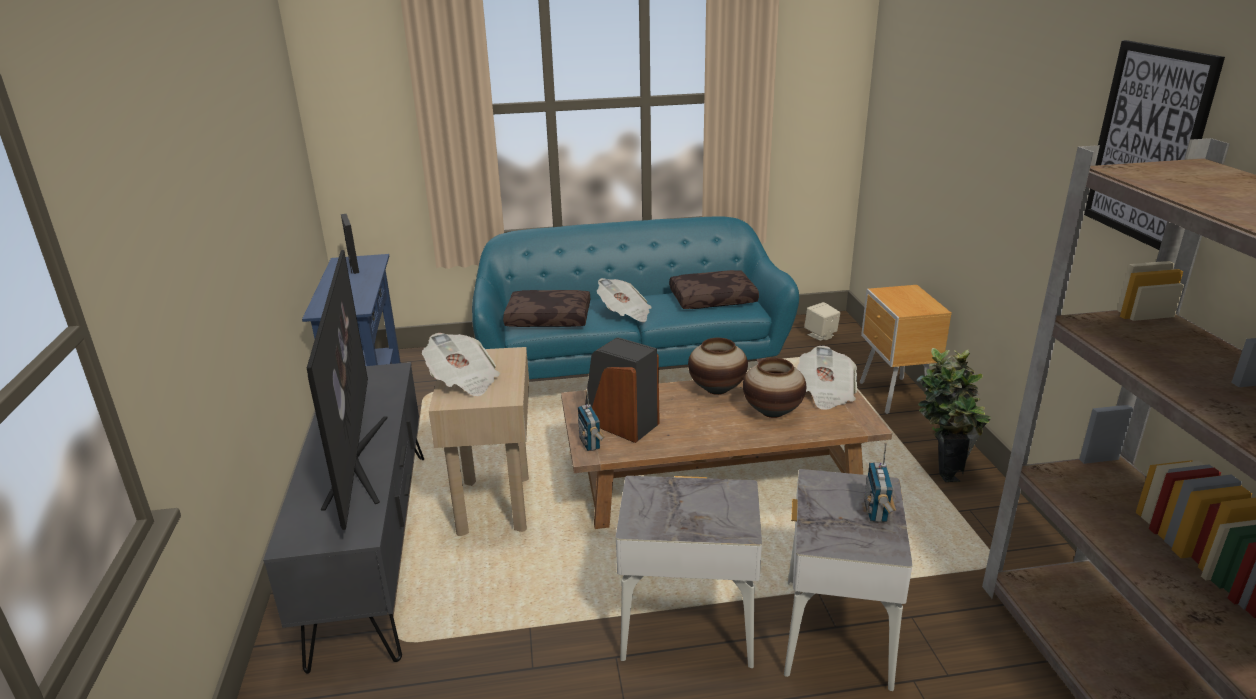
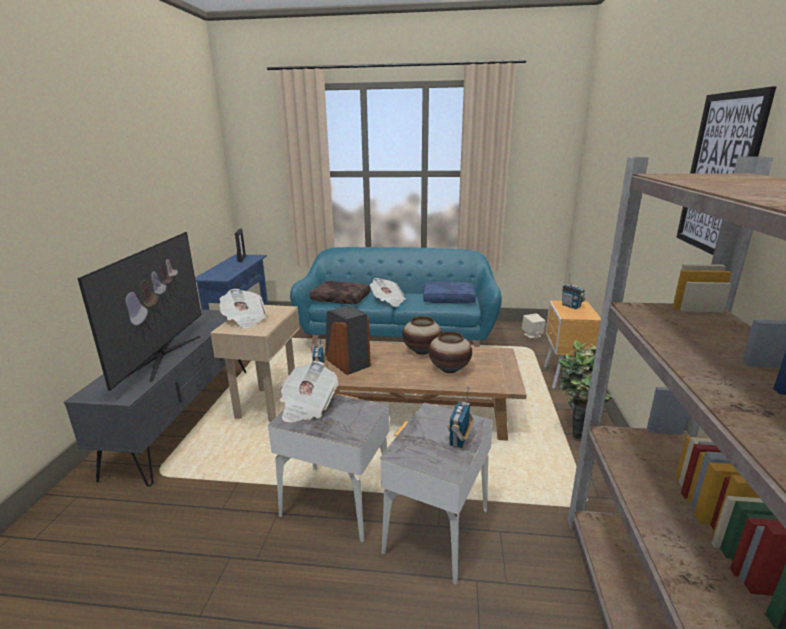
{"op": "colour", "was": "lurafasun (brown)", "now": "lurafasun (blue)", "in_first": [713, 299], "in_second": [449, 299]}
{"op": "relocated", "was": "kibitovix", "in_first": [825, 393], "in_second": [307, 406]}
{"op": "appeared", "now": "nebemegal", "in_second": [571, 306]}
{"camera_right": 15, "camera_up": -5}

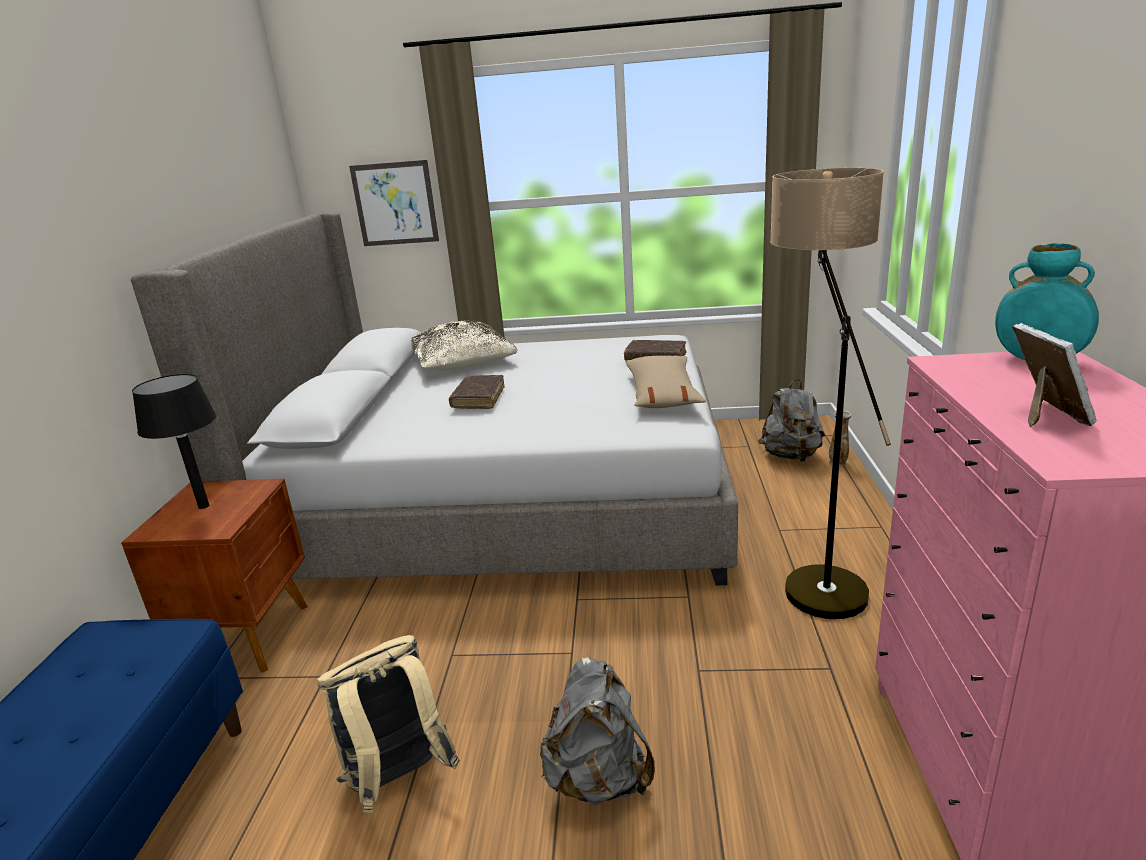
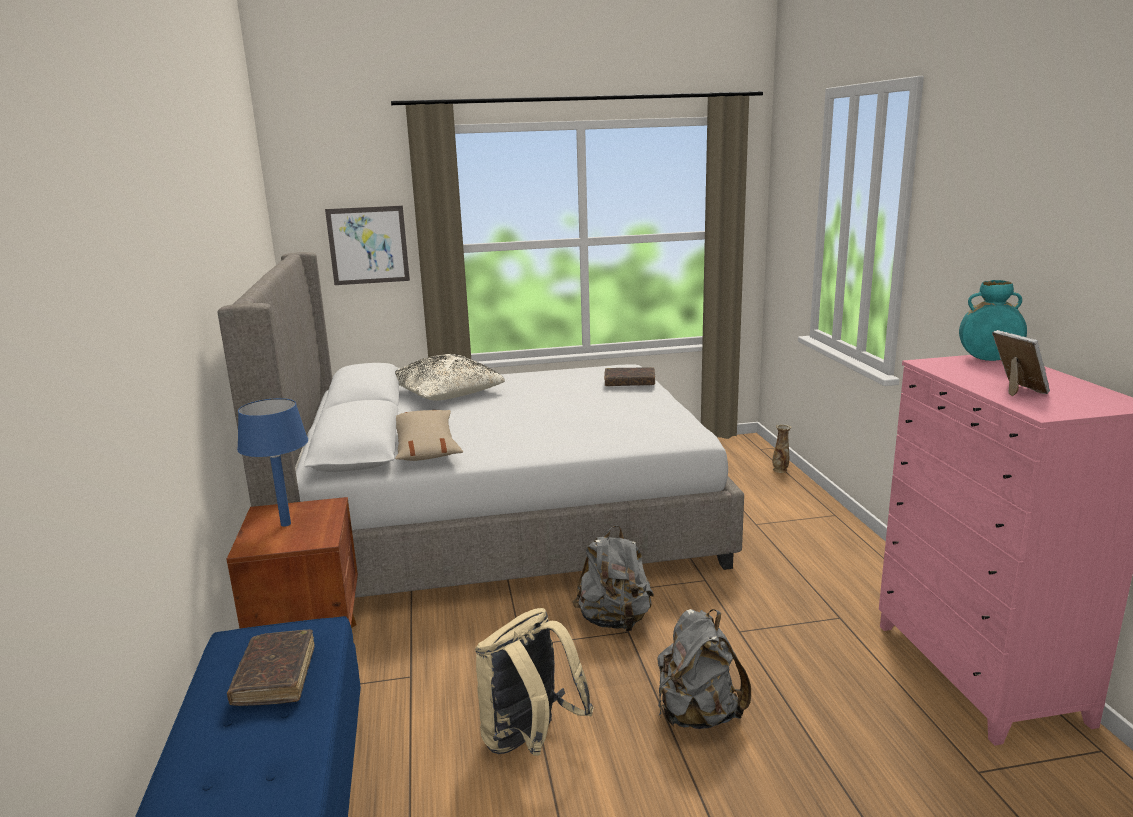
{"op": "colour", "was": "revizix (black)", "now": "revizix (blue)", "in_first": [203, 506], "in_second": [285, 524]}
{"op": "relocated", "was": "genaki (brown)", "in_first": [478, 399], "in_second": [275, 676]}
{"op": "relocated", "was": "lurafasun (beige)", "in_first": [662, 394], "in_second": [425, 447]}
{"op": "relocated", "was": "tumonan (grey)", "in_first": [791, 456], "in_second": [614, 621]}
{"op": "missing", "was": "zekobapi", "in_first": [813, 575]}
{"camera_right": -15, "camera_up": -5}

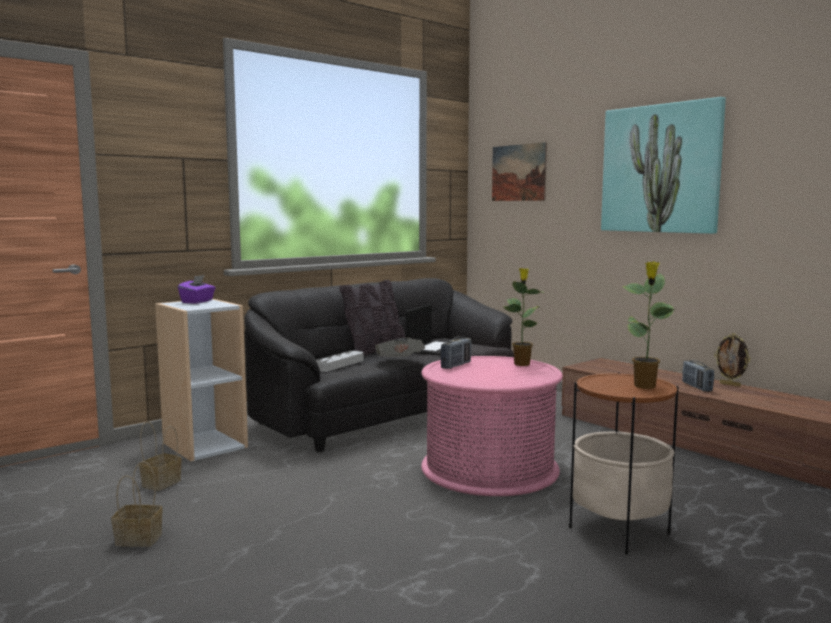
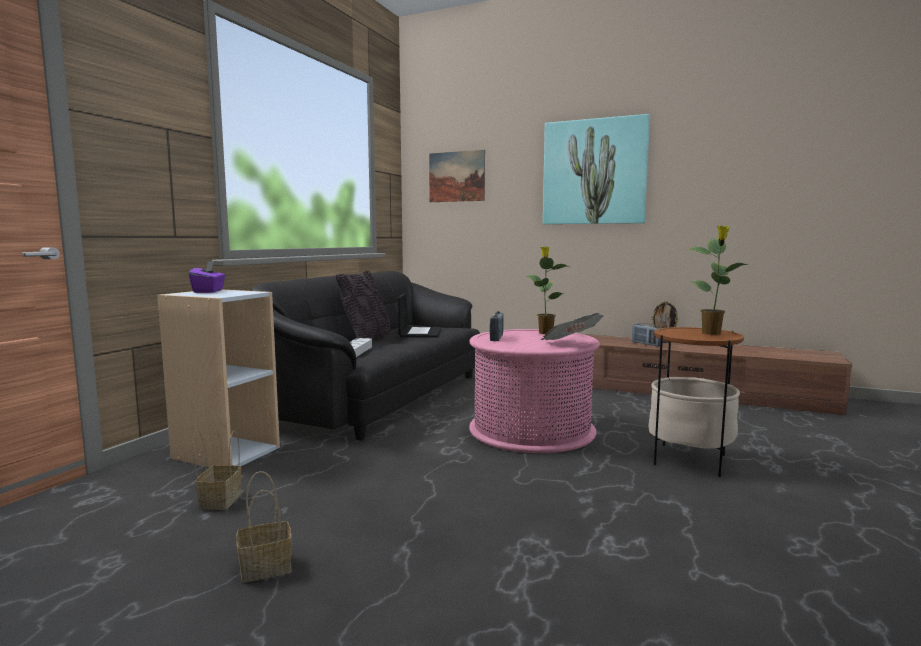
{"op": "relocated", "was": "kibitovix", "in_first": [400, 362], "in_second": [570, 344]}
{"camera_right": -25, "camera_up": 0}

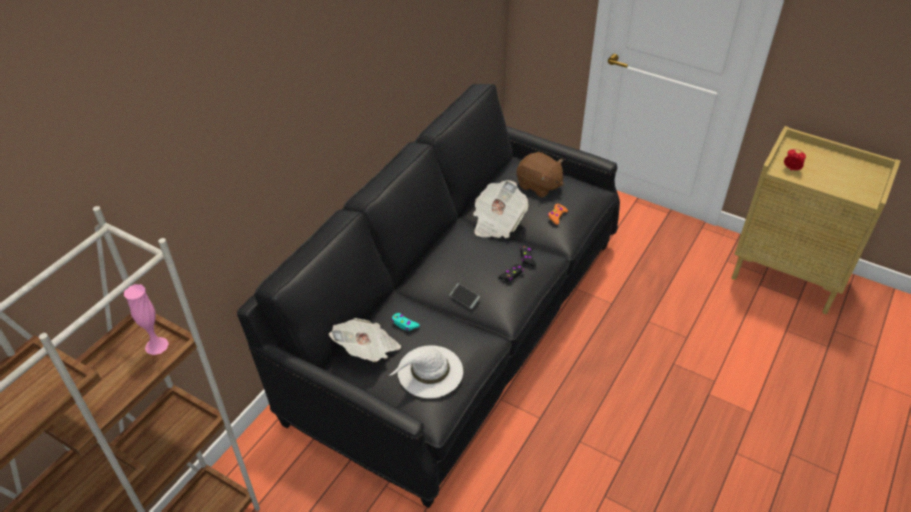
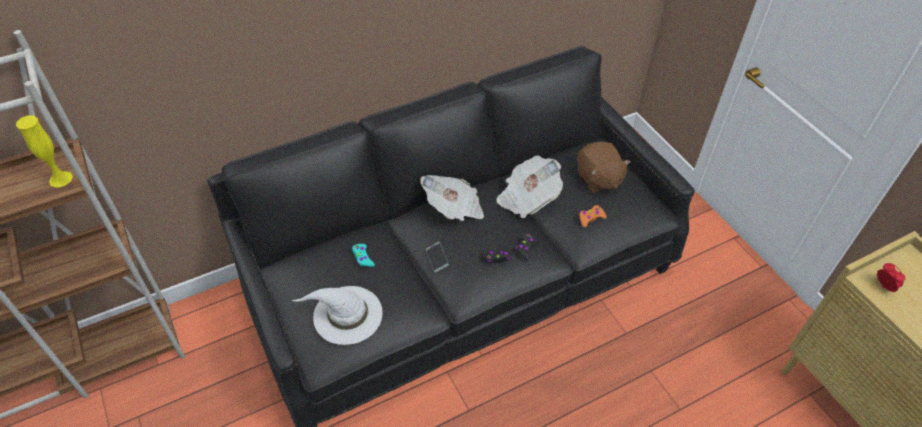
{"op": "colour", "was": "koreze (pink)", "now": "koreze (yellow)", "in_first": [156, 345], "in_second": [61, 179]}
{"op": "relocated", "was": "kibitovix", "in_first": [367, 350], "in_second": [453, 207]}
{"camera_right": 30, "camera_up": 5}

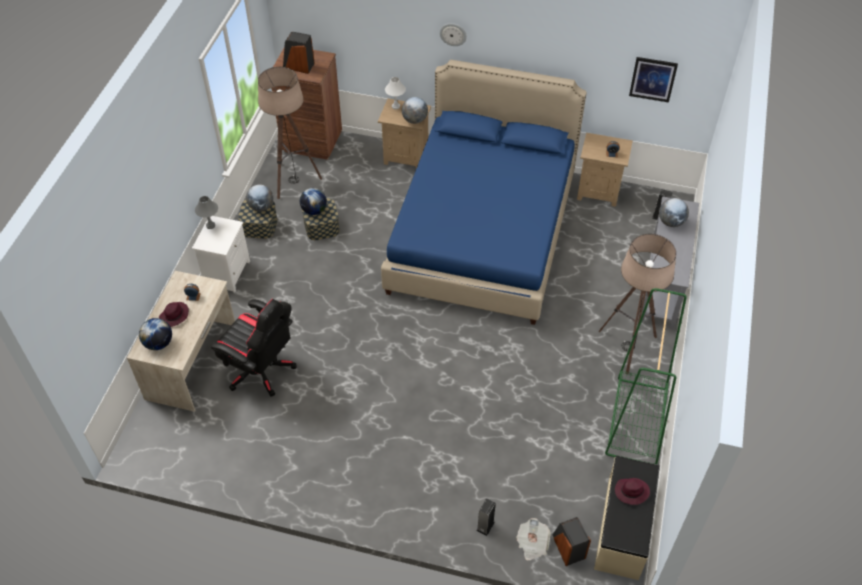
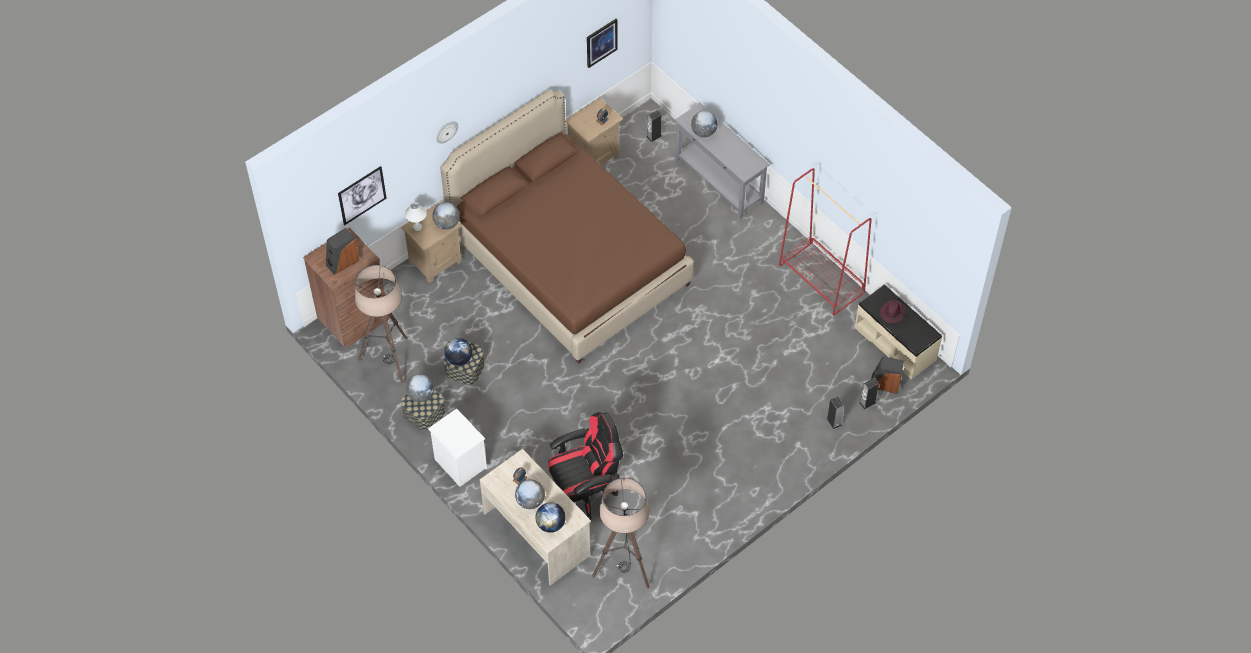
{"op": "exchanged", "was": "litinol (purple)", "now": "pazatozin", "in_first": [174, 316], "in_second": [530, 501]}
{"op": "missing", "was": "revizix (grey)", "in_first": [210, 225]}
{"op": "colour", "was": "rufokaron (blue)", "now": "rufokaron (brown)", "in_first": [482, 232], "in_second": [569, 260]}
{"op": "exchanged", "was": "kibitovix", "now": "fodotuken", "in_first": [532, 544], "in_second": [867, 402]}
{"op": "relocated", "was": "zekobapi", "in_first": [627, 347], "in_second": [624, 567]}
{"op": "colour", "was": "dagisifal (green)", "now": "dagisifal (red)", "in_first": [636, 421], "in_second": [821, 279]}
{"op": "appeared", "now": "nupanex", "in_second": [362, 195]}
{"camera_right": -55, "camera_up": 5}

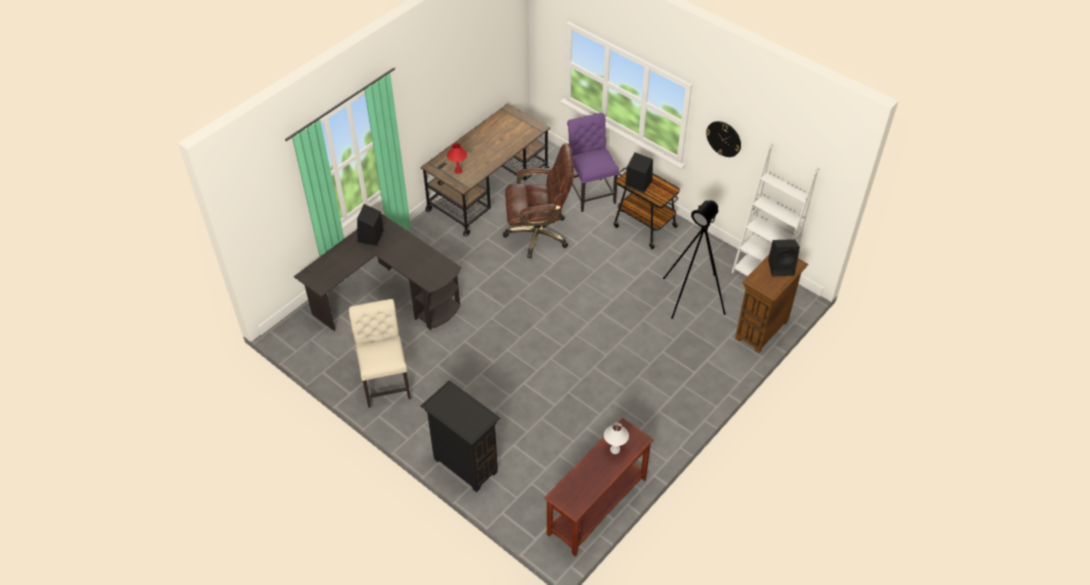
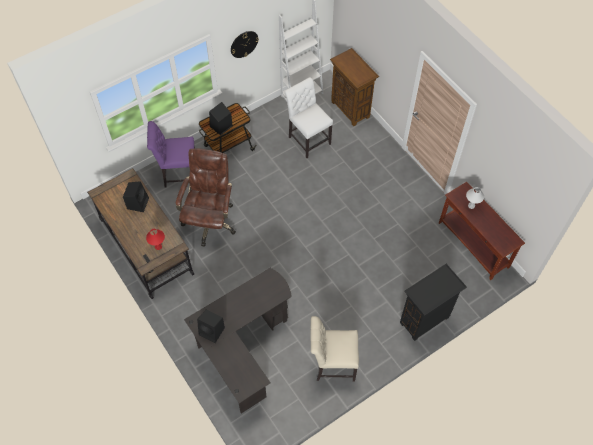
{"op": "exchanged", "was": "zekobapi (black)", "now": "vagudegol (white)", "in_first": [693, 296], "in_second": [308, 138]}
{"op": "relocated", "was": "fodotuken (black)", "in_first": [781, 267], "in_second": [138, 203]}
{"camera_right": -75, "camera_up": 10}

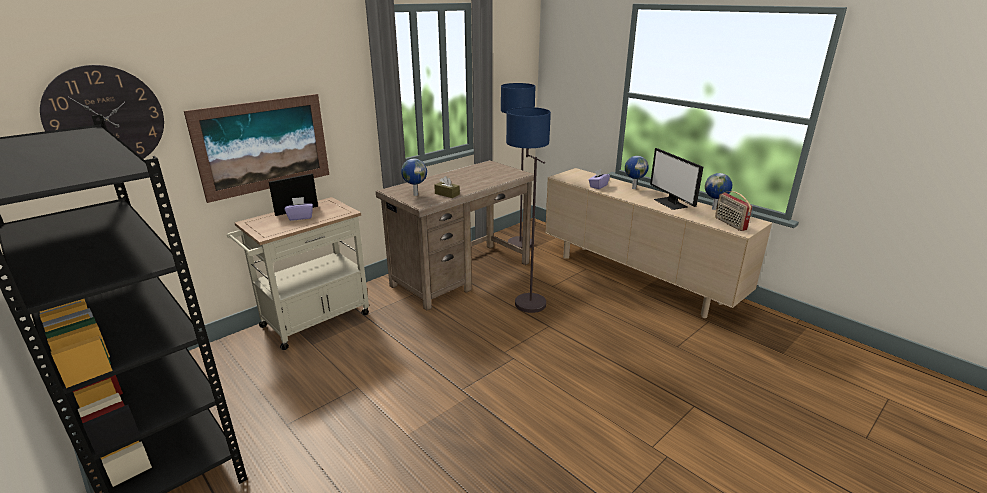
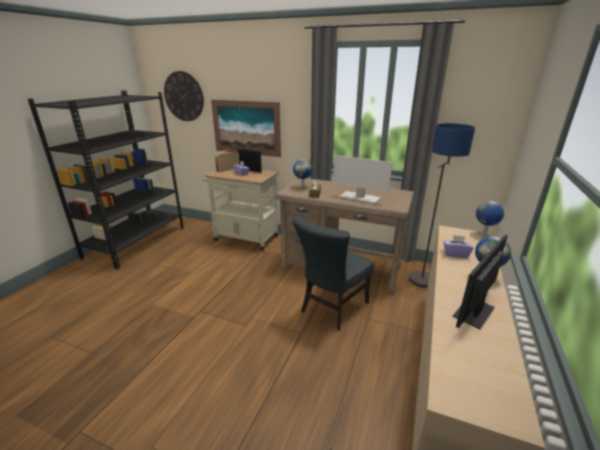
{"op": "exchanged", "was": "zekobapi (blue)", "now": "vagudegol (grey)", "in_first": [525, 300], "in_second": [331, 308]}
{"op": "relocated", "was": "pazatozin", "in_first": [714, 209], "in_second": [484, 234]}
{"op": "relocated", "was": "nebemegal", "in_first": [729, 224], "in_second": [227, 169]}
{"op": "appeared", "now": "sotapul", "in_second": [359, 198]}
{"camera_right": 65, "camera_up": 0}

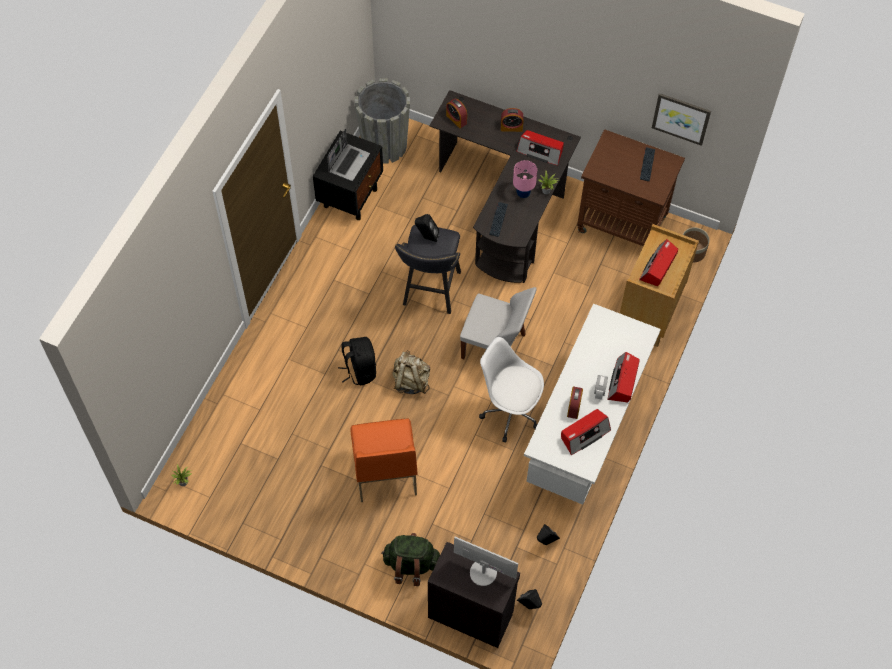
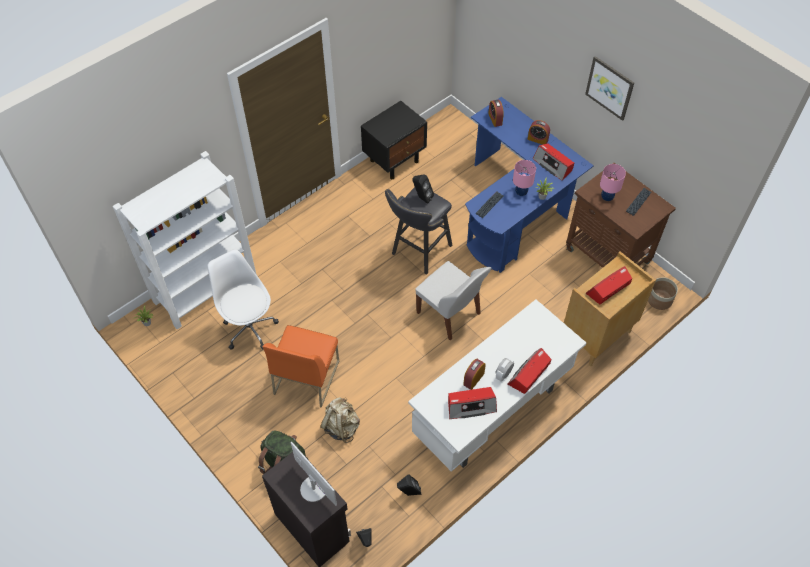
{"op": "missing", "was": "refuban", "in_first": [349, 162]}
{"op": "missing", "was": "tumonan (black)", "in_first": [359, 370]}
{"op": "missing", "was": "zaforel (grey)", "in_first": [384, 145]}
{"op": "relocated", "was": "tumonan (beige)", "in_first": [411, 381], "in_second": [341, 427]}
{"op": "colour", "was": "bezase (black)", "now": "bezase (blue)", "in_first": [507, 206], "in_second": [516, 209]}
{"op": "relocated", "was": "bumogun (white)", "in_first": [509, 413], "in_second": [249, 328]}
{"op": "relocated", "was": "nupanex", "in_first": [681, 118], "in_second": [610, 87]}
{"op": "appeared", "now": "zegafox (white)", "in_second": [205, 288]}
{"op": "appeared", "now": "revizix (pink)", "in_second": [607, 197]}
{"camera_right": 25, "camera_up": -5}

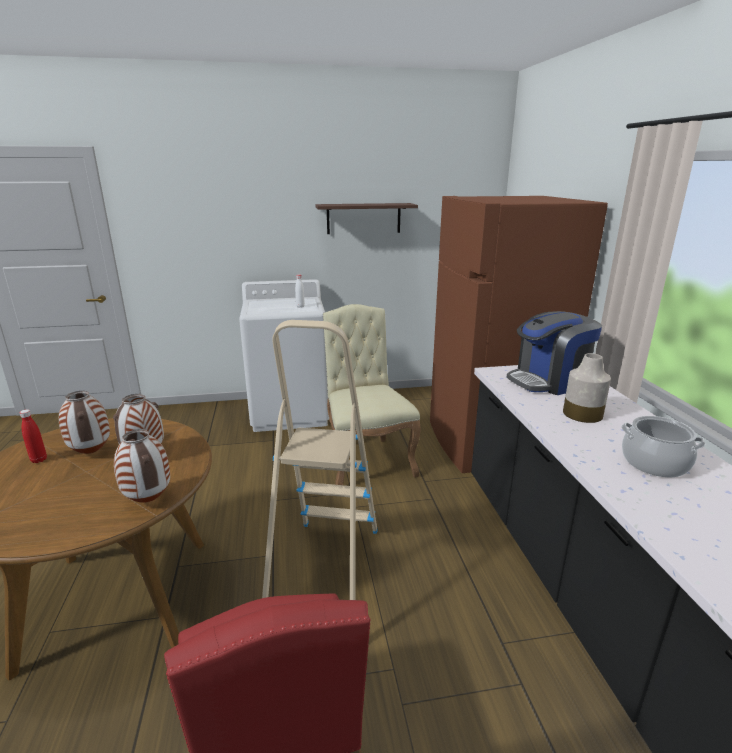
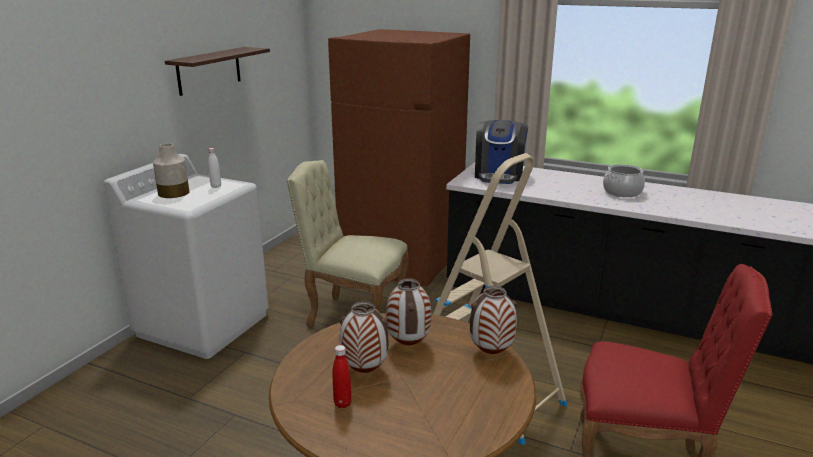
{"op": "relocated", "was": "koreze (beige)", "in_first": [582, 414], "in_second": [173, 193]}
{"camera_right": -55, "camera_up": 0}

